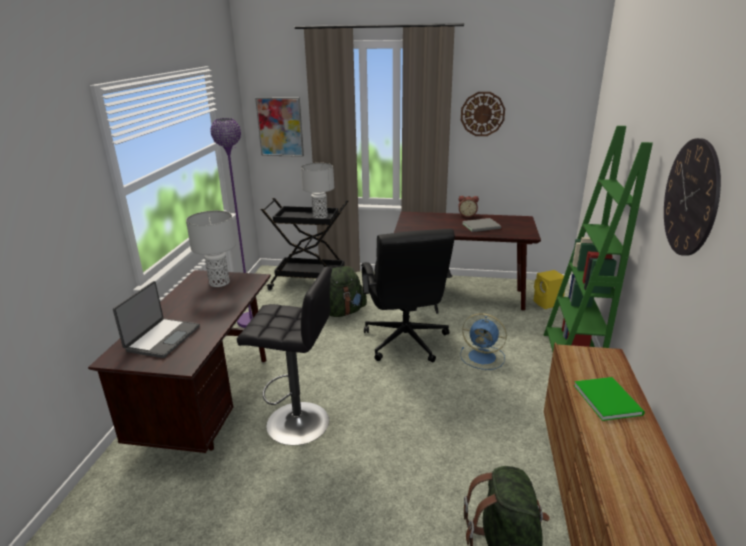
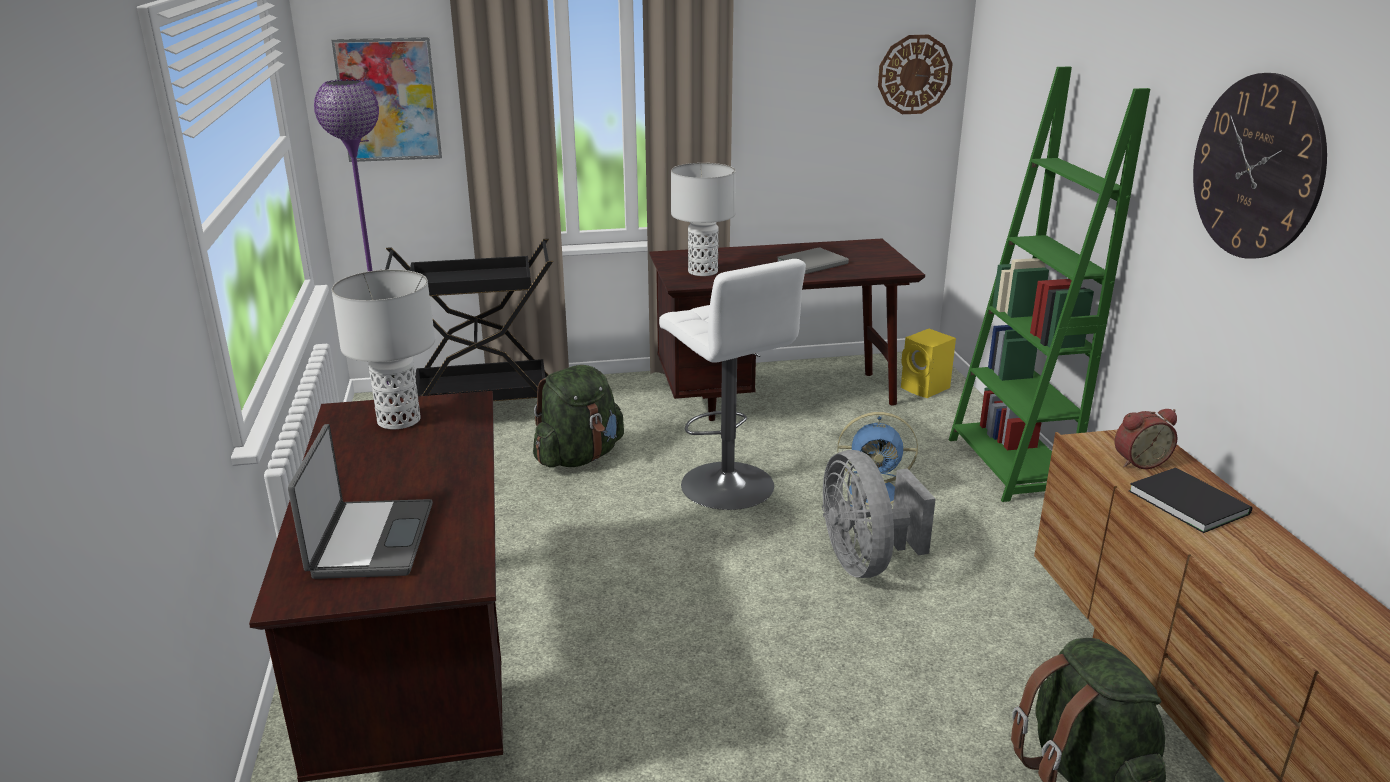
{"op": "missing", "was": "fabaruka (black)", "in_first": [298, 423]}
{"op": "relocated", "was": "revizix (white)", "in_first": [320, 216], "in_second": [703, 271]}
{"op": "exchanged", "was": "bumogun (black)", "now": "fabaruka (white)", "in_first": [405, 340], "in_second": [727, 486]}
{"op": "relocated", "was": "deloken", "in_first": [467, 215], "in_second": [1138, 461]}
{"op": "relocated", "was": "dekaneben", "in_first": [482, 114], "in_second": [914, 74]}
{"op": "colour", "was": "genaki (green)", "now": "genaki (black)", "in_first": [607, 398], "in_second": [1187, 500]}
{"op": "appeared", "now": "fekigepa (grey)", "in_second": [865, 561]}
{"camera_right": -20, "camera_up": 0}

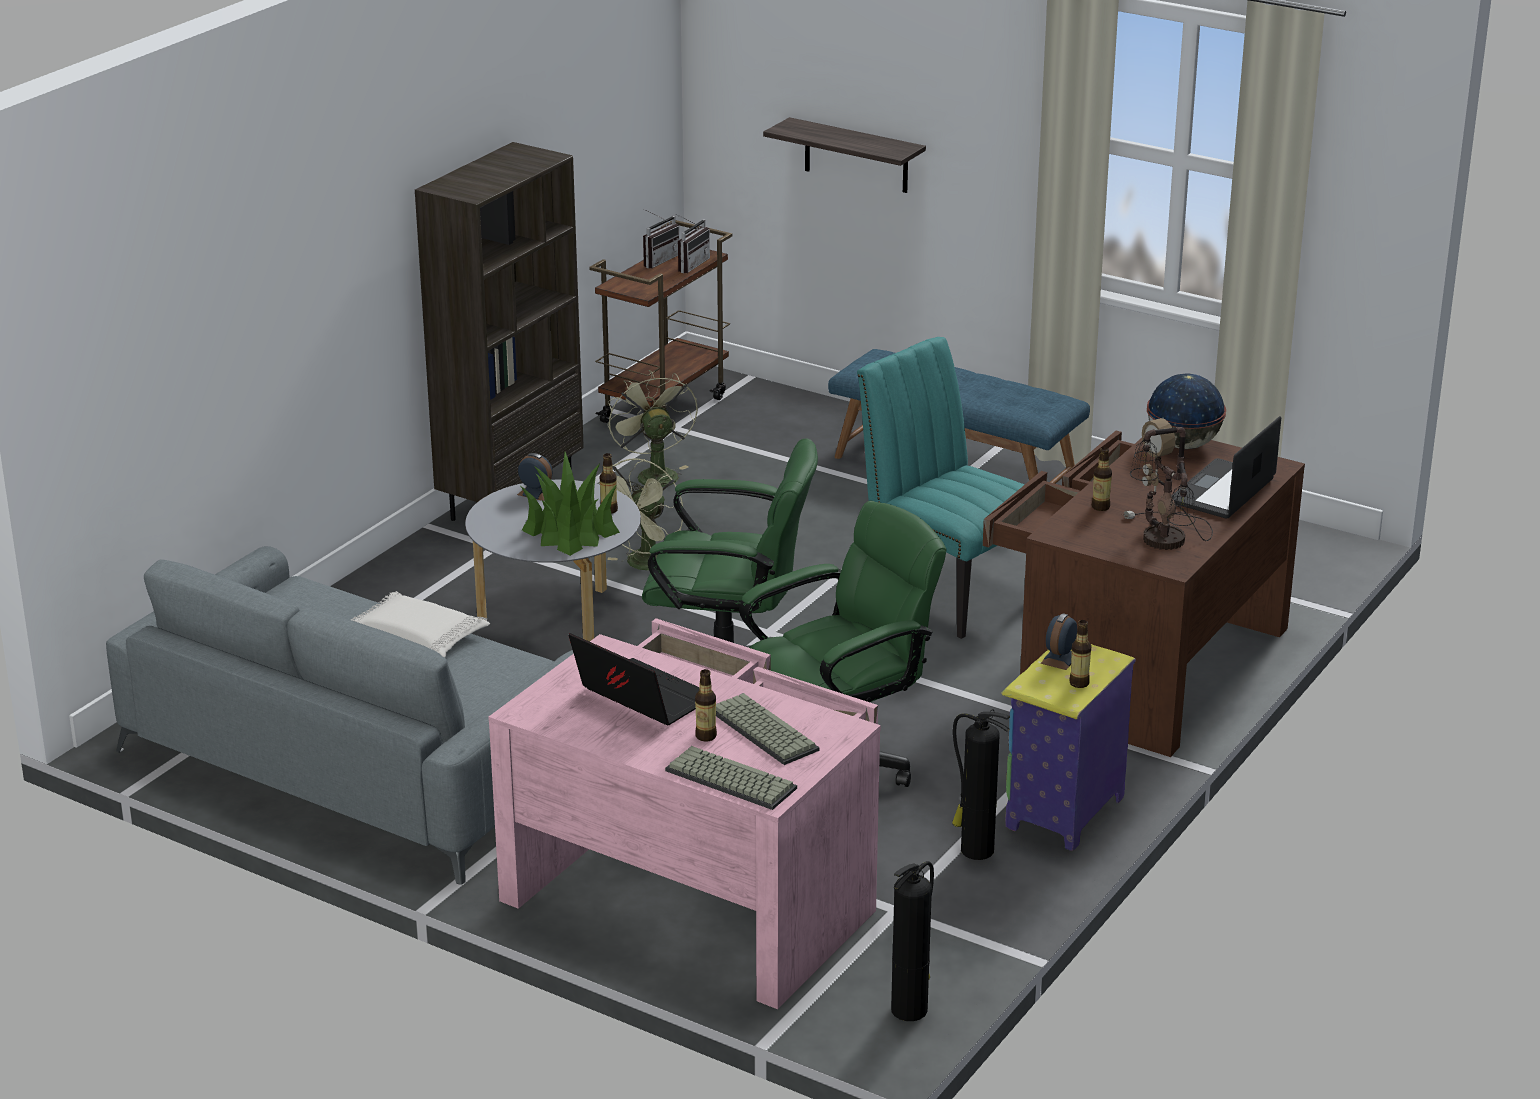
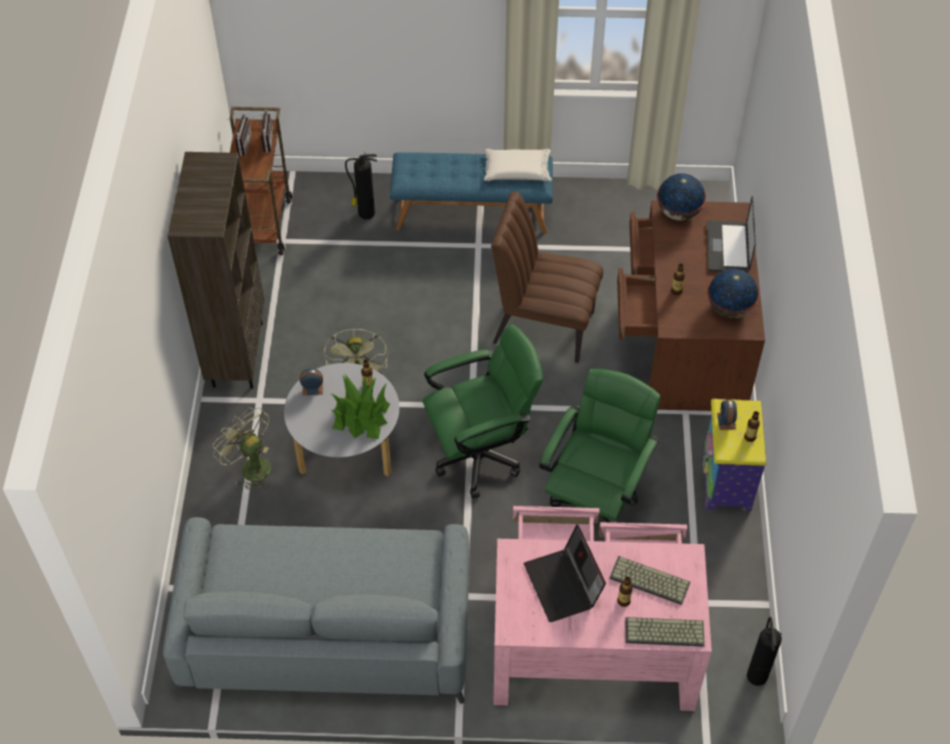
{"op": "relocated", "was": "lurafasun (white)", "in_first": [417, 634], "in_second": [517, 169]}
{"op": "spun", "was": "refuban", "in_first": [640, 698], "in_second": [564, 585], "clockwise": -120}
{"op": "relocated", "was": "fekigepa (green)", "in_first": [653, 475], "in_second": [250, 466]}
{"op": "missing", "was": "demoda", "in_first": [856, 156]}
{"op": "colour", "was": "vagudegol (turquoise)", "now": "vagudegol (brown)", "in_first": [947, 594], "in_second": [544, 327]}
{"op": "relocated", "was": "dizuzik", "in_first": [975, 850], "in_second": [365, 213]}
{"op": "exchanged", "was": "revizix", "now": "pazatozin", "in_first": [1163, 542], "in_second": [730, 308]}
{"camera_right": -30, "camera_up": 25}

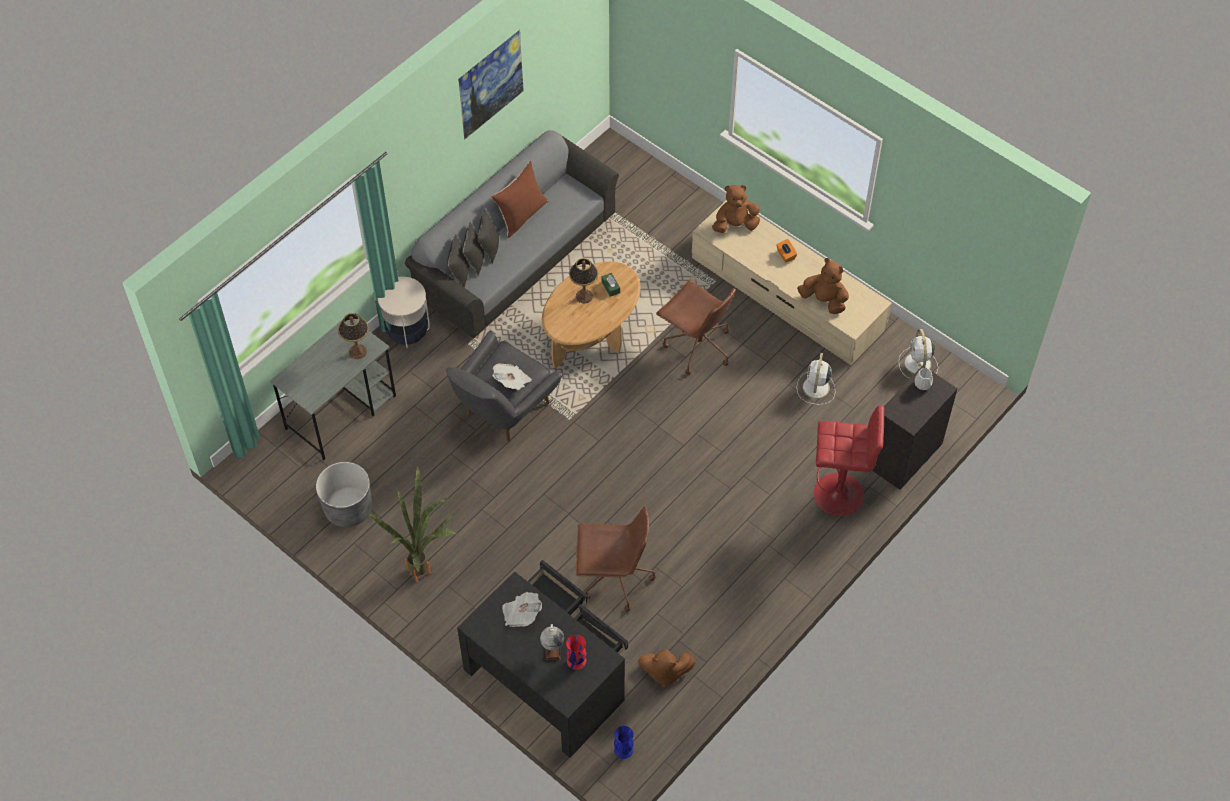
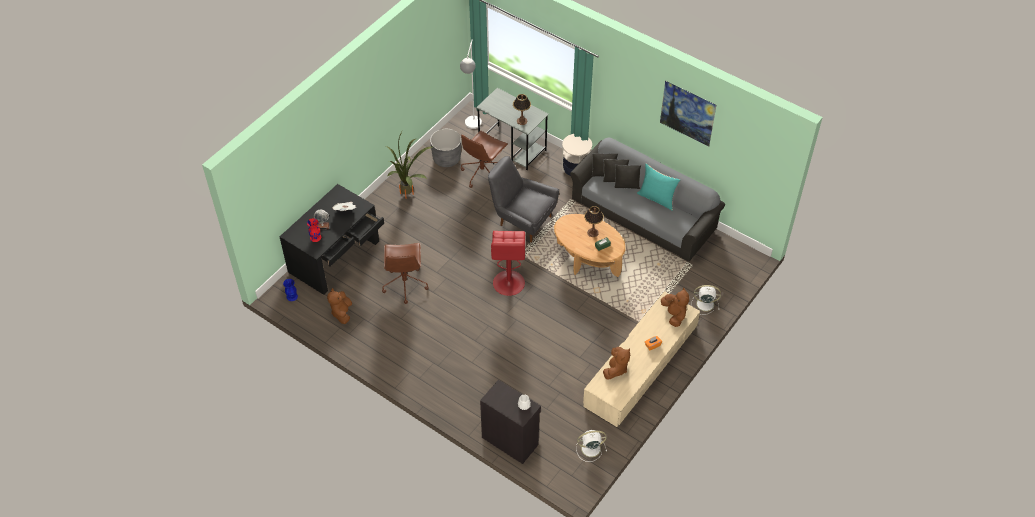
{"op": "colour", "was": "lurafasun (brown)", "now": "lurafasun (turquoise)", "in_first": [521, 215], "in_second": [657, 198]}
{"op": "missing", "was": "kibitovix", "in_first": [512, 382]}
{"op": "relocated", "was": "bumogun (brown)", "in_first": [696, 346], "in_second": [483, 173]}
{"op": "relocated", "was": "fekigepa (white)", "in_first": [815, 388], "in_second": [704, 304]}
{"op": "relocated", "was": "fabaruka (red)", "in_first": [839, 495], "in_second": [508, 283]}
{"op": "appeared", "now": "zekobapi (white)", "in_second": [472, 127]}
{"camera_right": 85, "camera_up": -5}

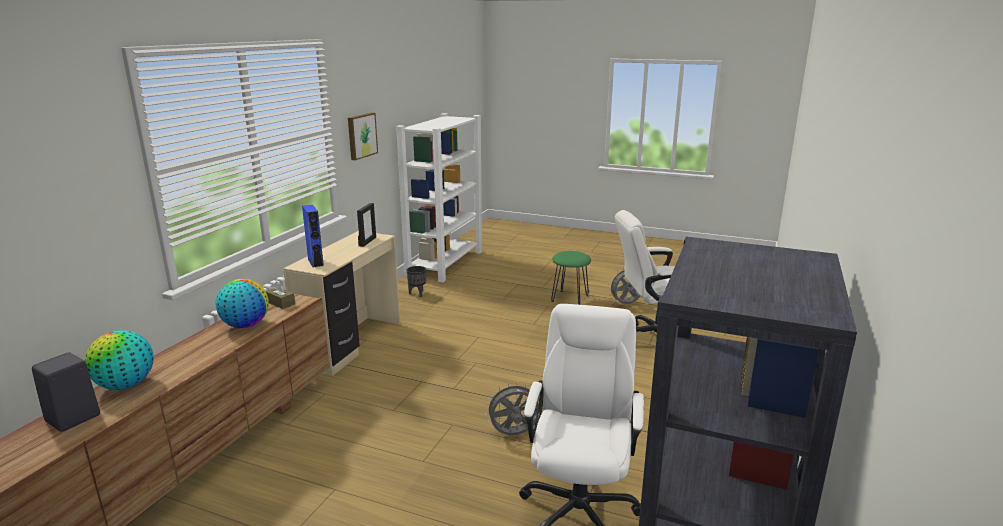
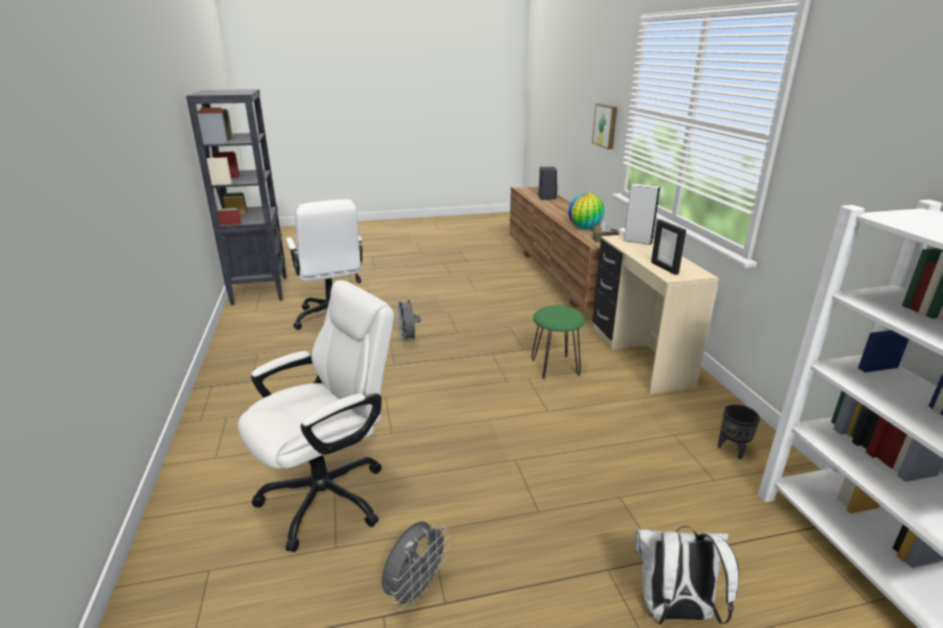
{"op": "missing", "was": "pazatozin", "in_first": [125, 385]}
{"op": "colour", "was": "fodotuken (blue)", "now": "fodotuken (grey)", "in_first": [315, 262], "in_second": [637, 241]}
{"op": "relocated", "was": "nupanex", "in_first": [361, 135], "in_second": [606, 125]}
{"op": "spun", "was": "fekigepa (grey)", "in_first": [513, 434], "in_second": [408, 340], "clockwise": 120}
{"op": "relocated", "was": "fabaruka (green)", "in_first": [570, 298], "in_second": [555, 367]}
{"op": "appeared", "now": "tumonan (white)", "in_second": [674, 612]}
{"camera_right": 145, "camera_up": 5}

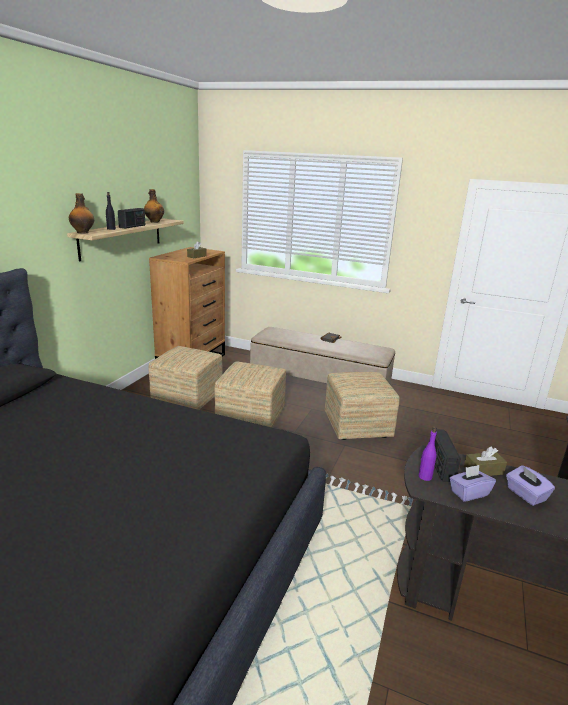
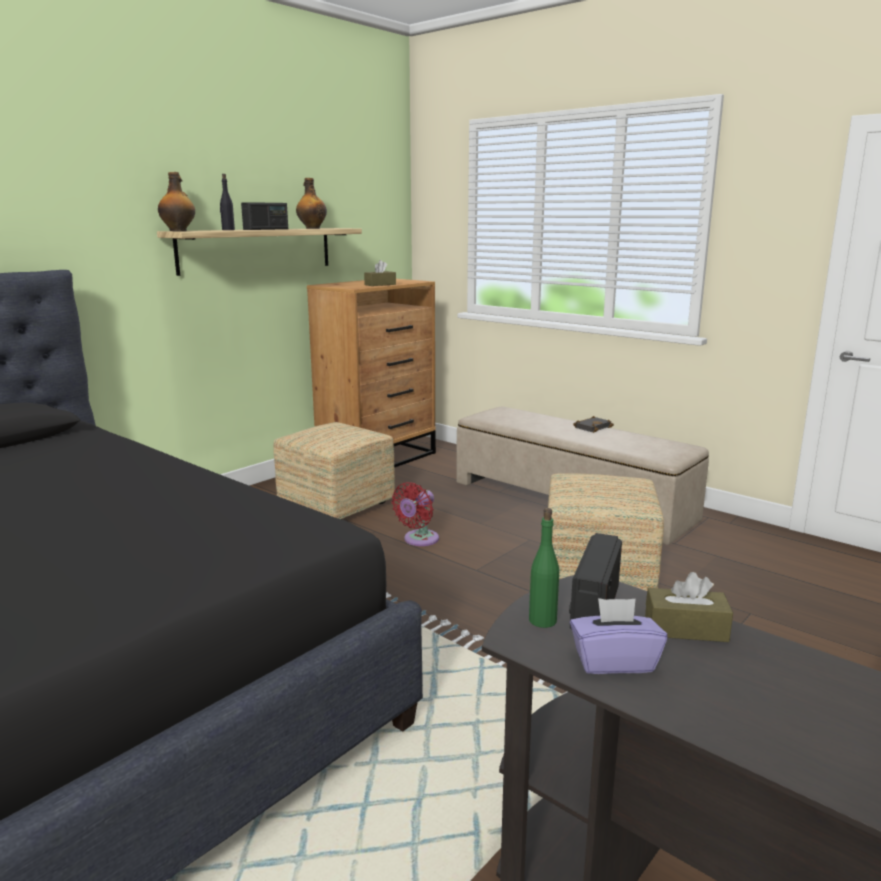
{"op": "exchanged", "was": "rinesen", "now": "fekigepa (red)", "in_first": [251, 417], "in_second": [419, 540]}
{"op": "colour", "was": "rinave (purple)", "now": "rinave (green)", "in_first": [425, 476], "in_second": [542, 620]}
{"op": "missing", "was": "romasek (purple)", "in_first": [525, 494]}
{"camera_right": 20, "camera_up": -5}

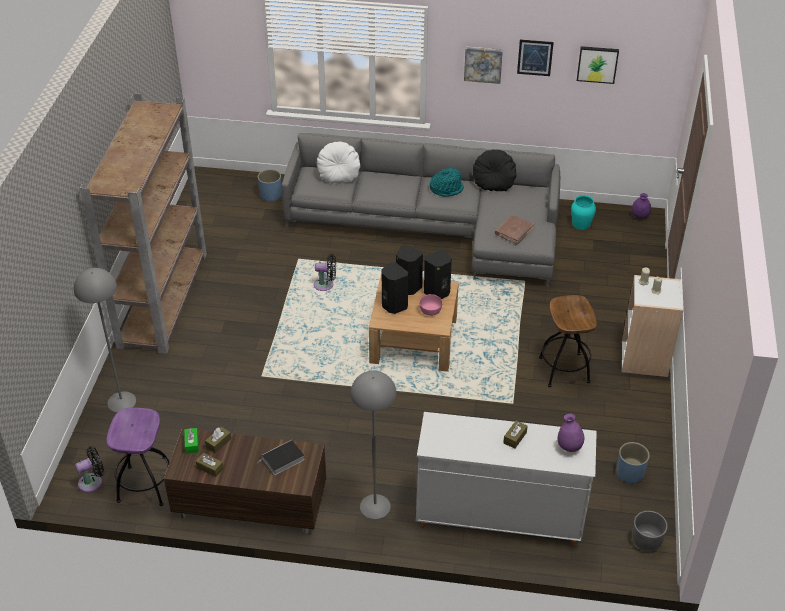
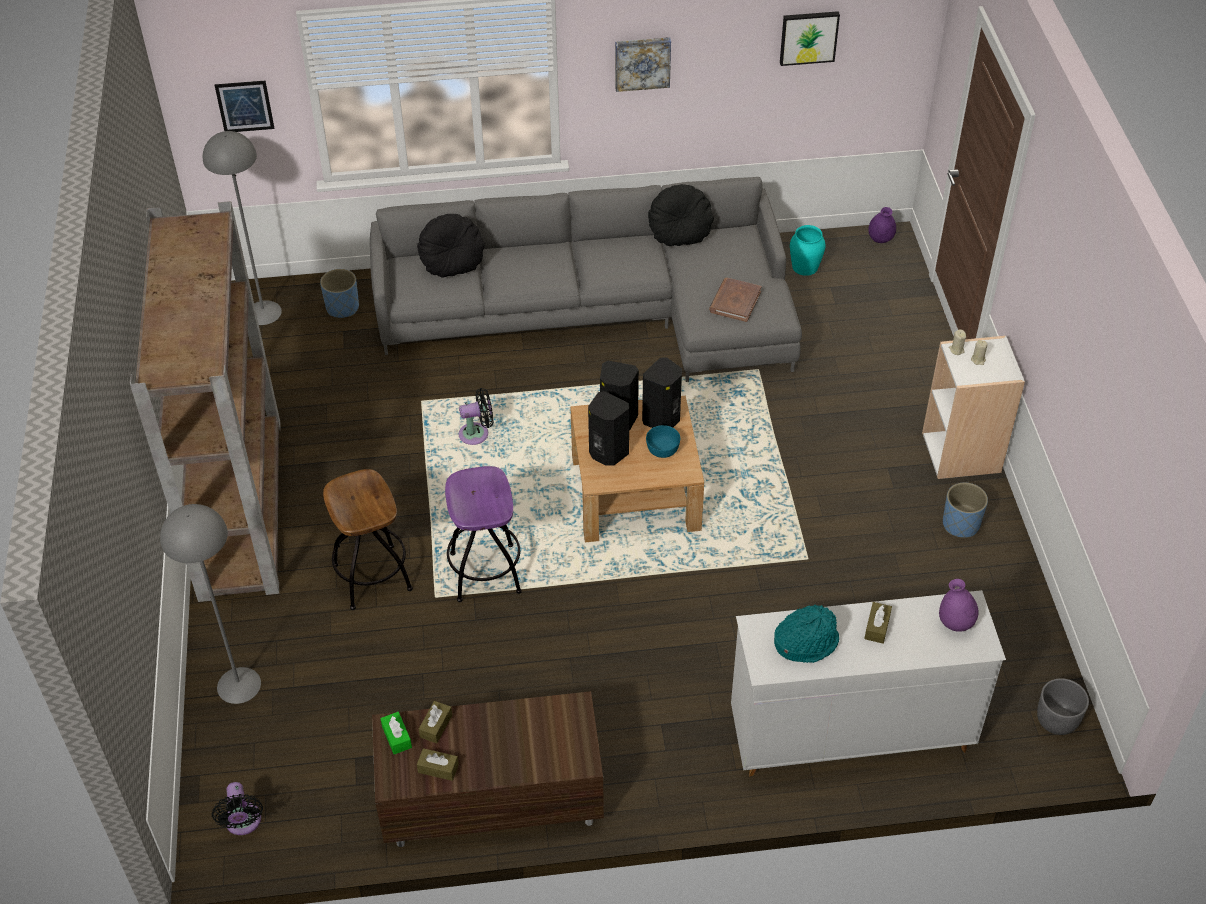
{"op": "spun", "was": "fekigepa (black)", "in_first": [93, 482], "in_second": [243, 823], "clockwise": 120}
{"op": "relocated", "was": "fabaruka (purple)", "in_first": [145, 485], "in_second": [485, 572]}
{"op": "missing", "was": "genaki", "in_first": [282, 460]}
{"op": "colour", "was": "lurafasun (white)", "now": "lurafasun (black)", "in_first": [339, 178], "in_second": [453, 268]}
{"op": "relocated", "was": "zekobapi (grey)", "in_first": [374, 506], "in_second": [263, 312]}
{"op": "colour", "was": "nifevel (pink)", "now": "nifevel (turquoise)", "in_first": [430, 310], "in_second": [663, 448]}
{"op": "relocated", "was": "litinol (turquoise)", "in_first": [446, 189], "in_second": [805, 642]}
{"op": "relocated", "was": "nupanex", "in_first": [535, 57], "in_second": [244, 106]}
{"op": "relocated", "was": "fabaruka (brown)", "in_first": [564, 369], "in_second": [372, 576]}
{"op": "relocated", "was": "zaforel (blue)", "in_first": [630, 473], "in_second": [961, 524]}
{"camera_right": -15, "camera_up": 5}

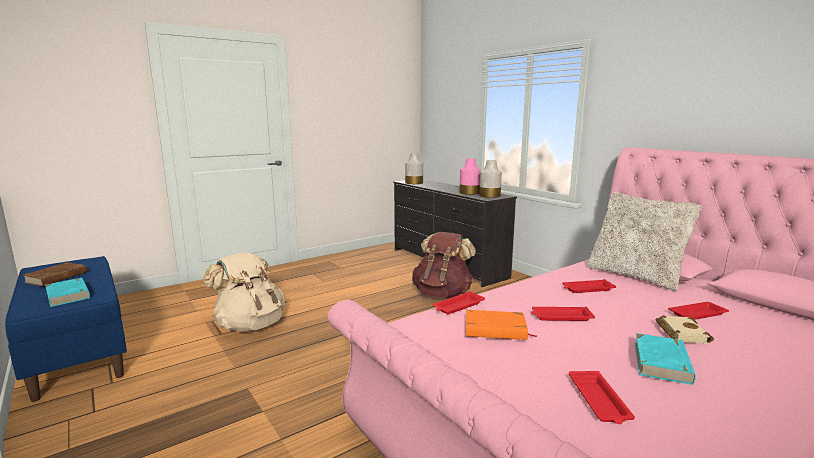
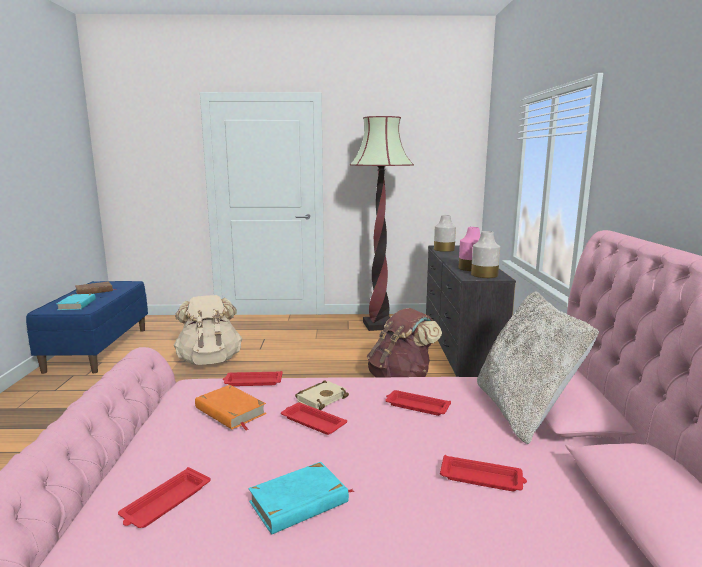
{"op": "relocated", "was": "genaki (beige)", "in_first": [679, 332], "in_second": [321, 398]}
{"op": "appeared", "now": "zekobapi", "in_second": [379, 325]}
{"camera_right": 35, "camera_up": 0}

